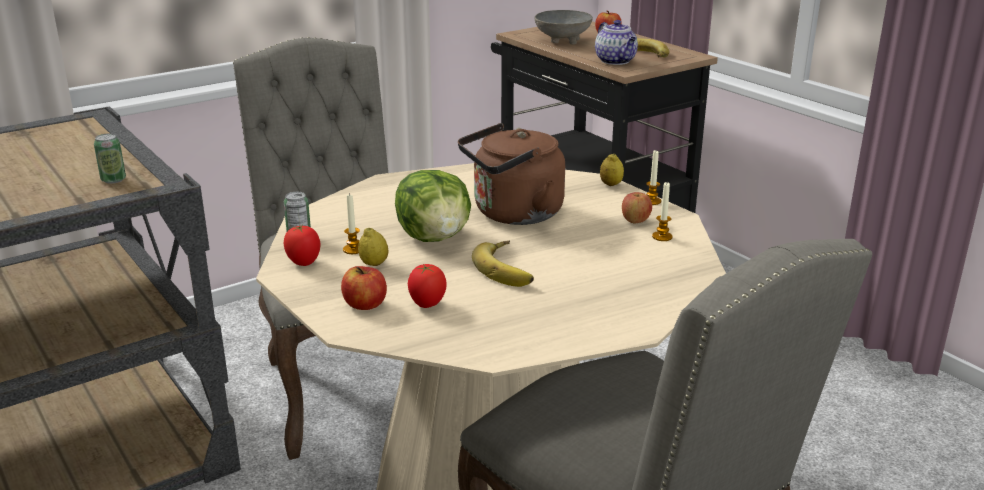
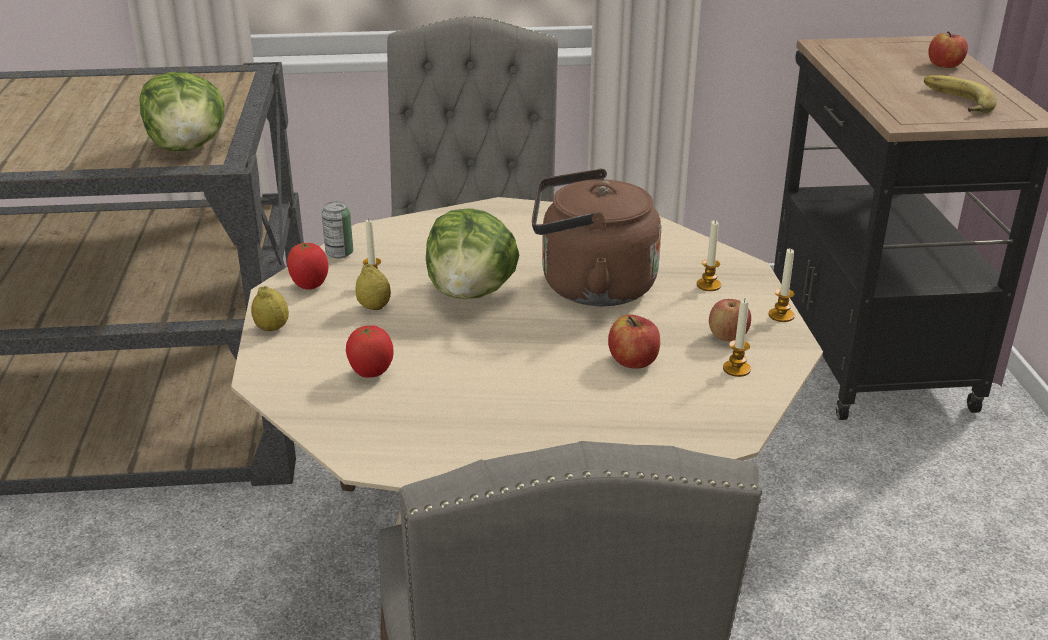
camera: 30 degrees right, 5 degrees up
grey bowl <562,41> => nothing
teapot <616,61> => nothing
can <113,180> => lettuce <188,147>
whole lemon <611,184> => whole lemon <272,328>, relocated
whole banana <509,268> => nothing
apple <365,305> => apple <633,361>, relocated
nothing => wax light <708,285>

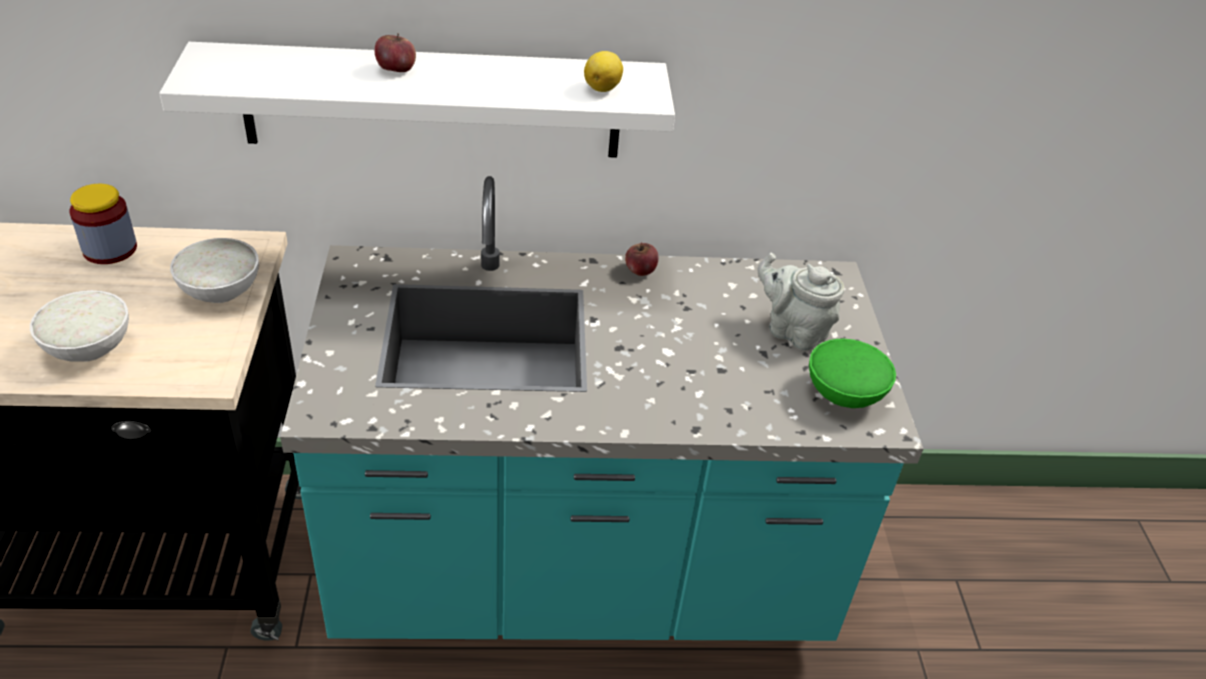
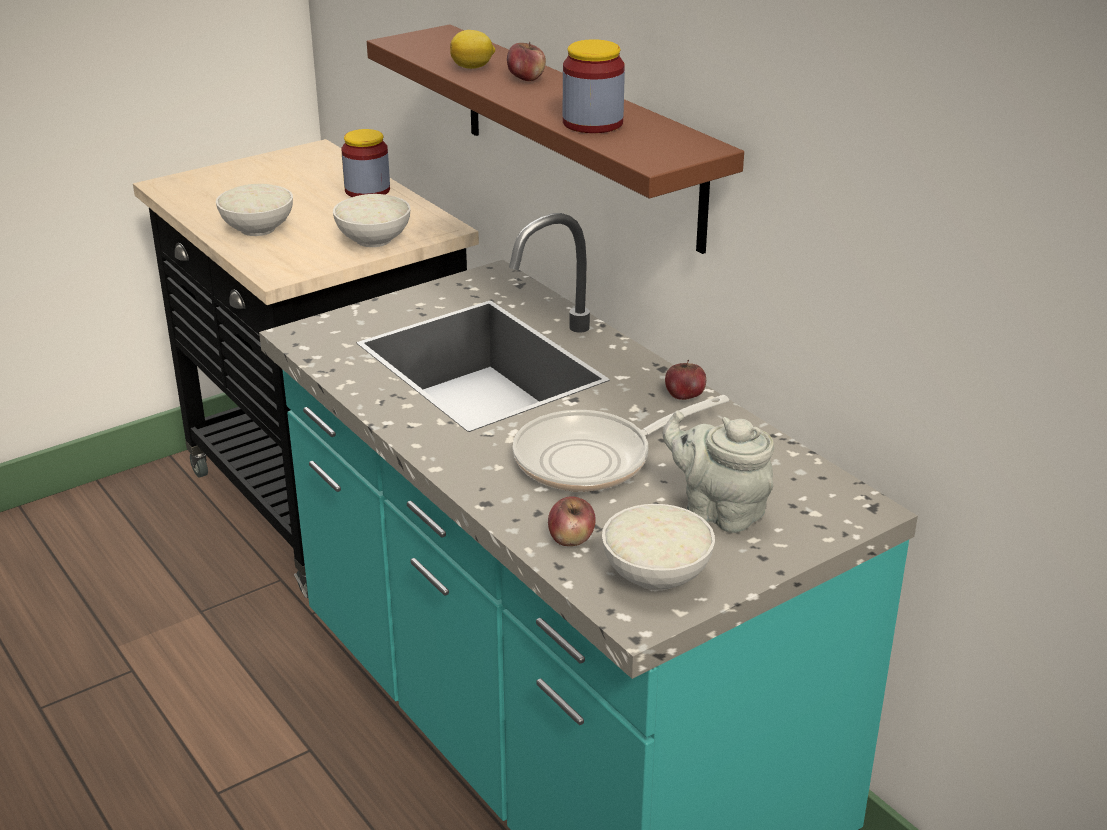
camera: 60 degrees right, 10 degrees down
whitish bracket shelf <433,102> => brown-coloured bracket shelf <579,134>
whole lemon <603,88> => whole lemon <473,67>, relocated
grey teapot <793,331> => grey teapot <718,511>, 60 degrees counterclockwise
green bowl <845,393> => whitish bowl <658,575>
nothing => preserve jar <592,123>
nothing => frying pan <594,459>
nothing => apple <571,539>

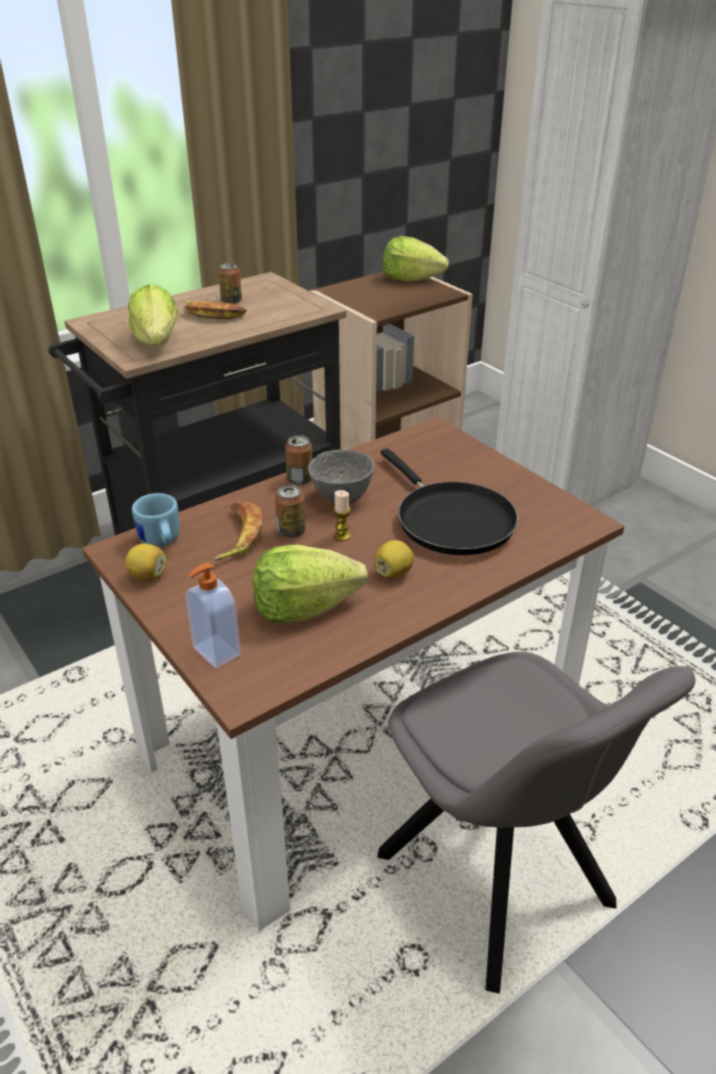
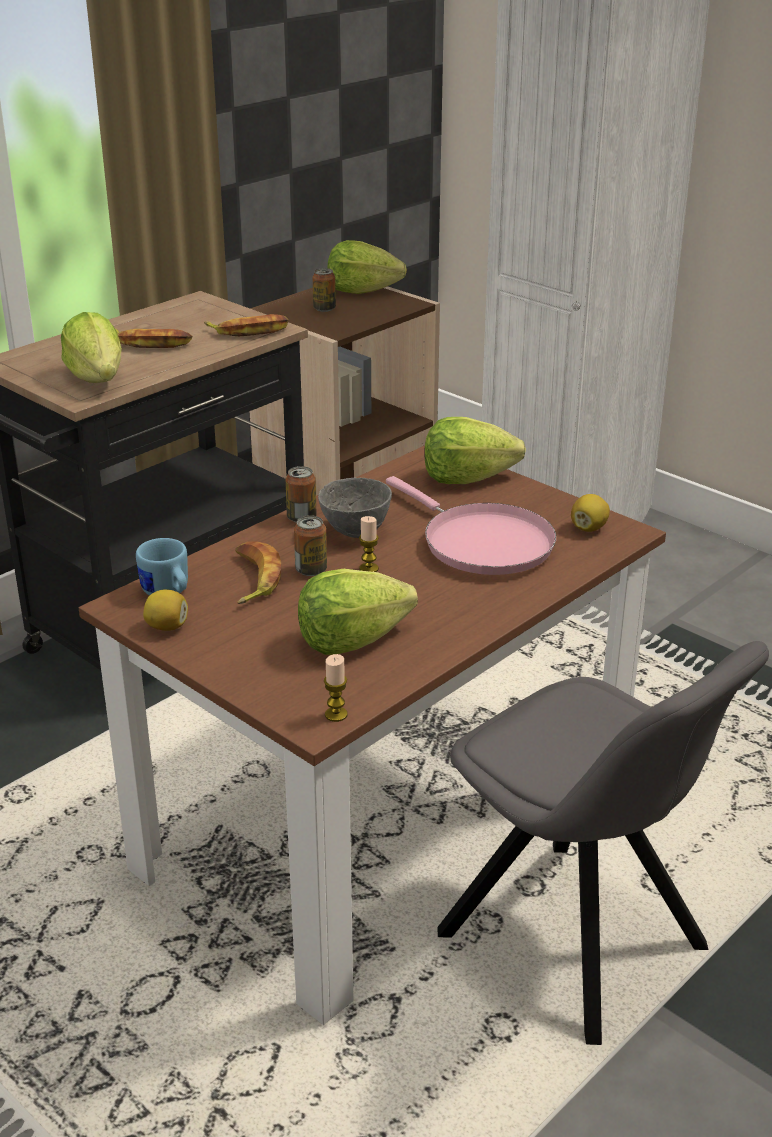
camera: 10 degrees left, 5 degrees down
can <231,301> => can <324,309>, relocated
blackish frying pan <450,520> => pink-coloured frying pan <481,543>
whole lemon <393,573> => whole lemon <588,528>, relocated
soap bottle <215,652> => nothing
nothing => whole banana <249,331>
nothing => lettuce <467,478>
nothing => wax light <336,714>

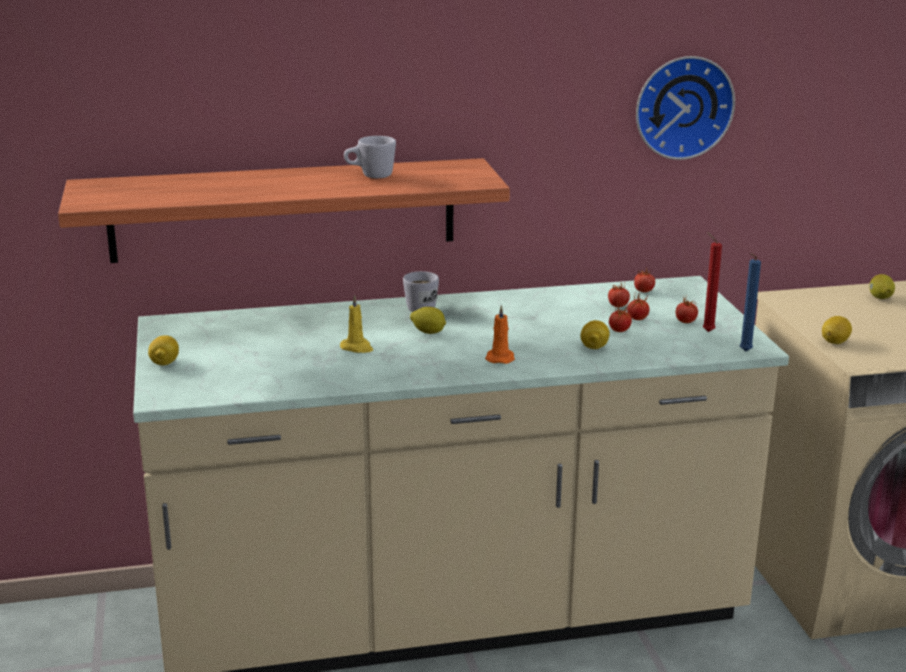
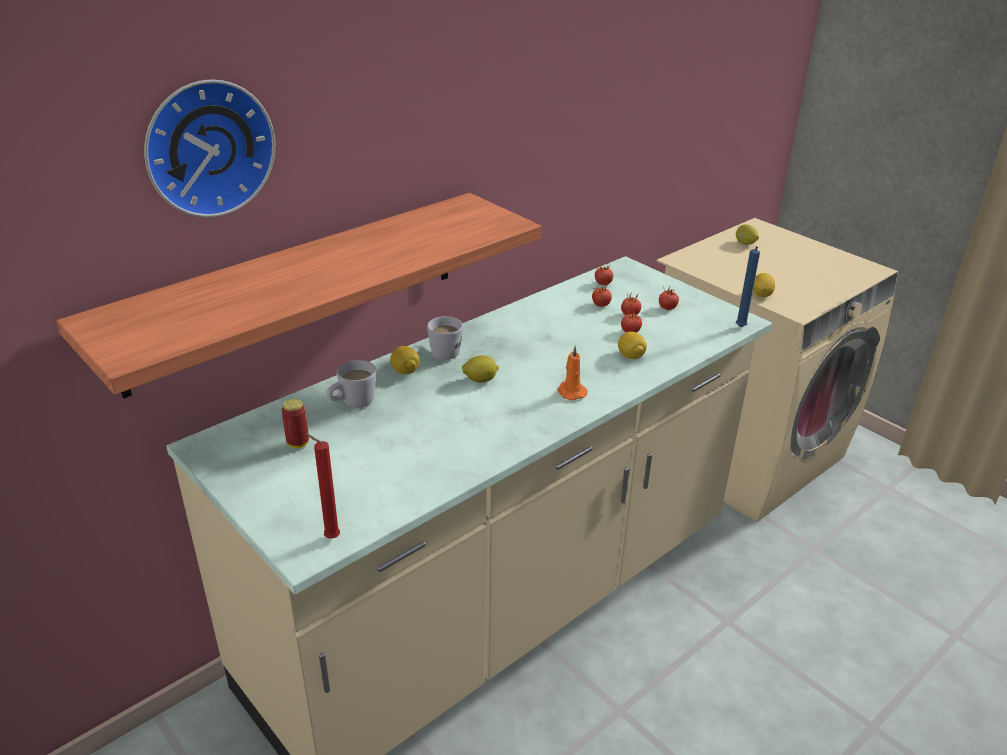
camera: 30 degrees left, 10 degrees up
clock on the wall <682,106> => clock on the wall <207,147>, relocated
whitish tea mug <370,176> => whitish tea mug <352,404>, relocated
reddish wax light <706,331> => reddish wax light <329,537>, relocated
yellow-coloured wax light <357,348> => nothing
whole lemon <164,363> => whole lemon <405,371>, relocated
nothing => can <298,443>

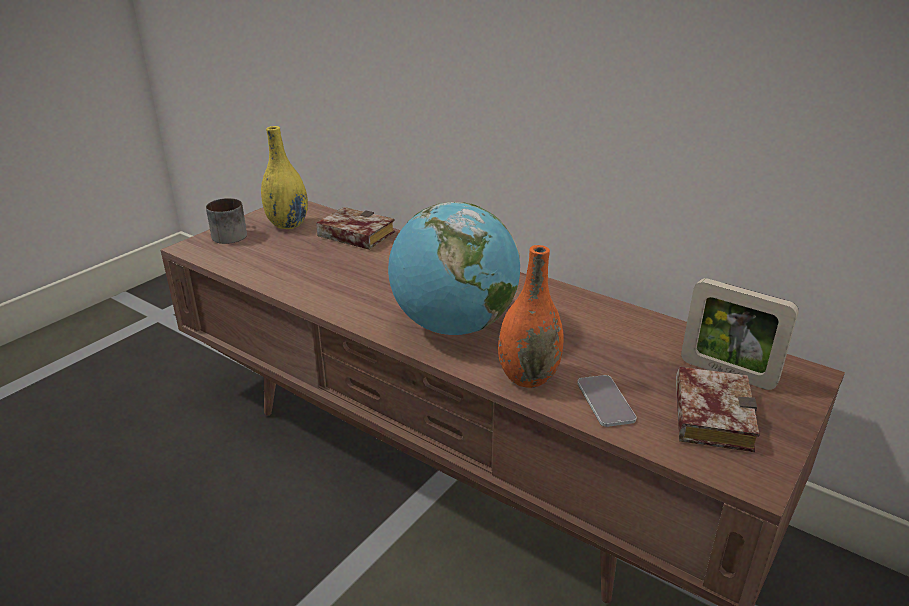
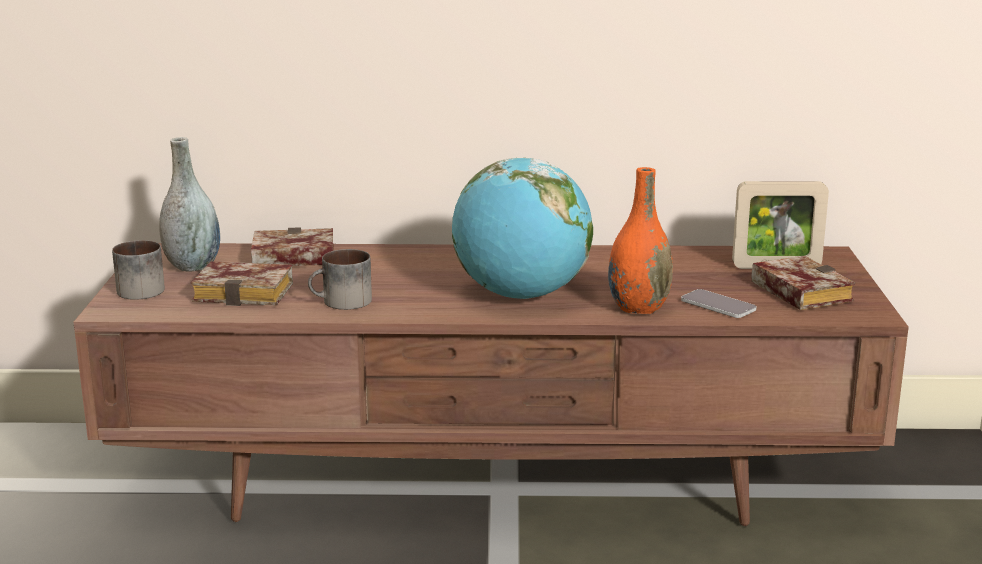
camera: 35 degrees left, 10 degrees down
yellow-coloured decorative vase <288,224> => grey decorative vase <192,266>
nothing => tea mug <341,303>
nothing => bound book <248,292>

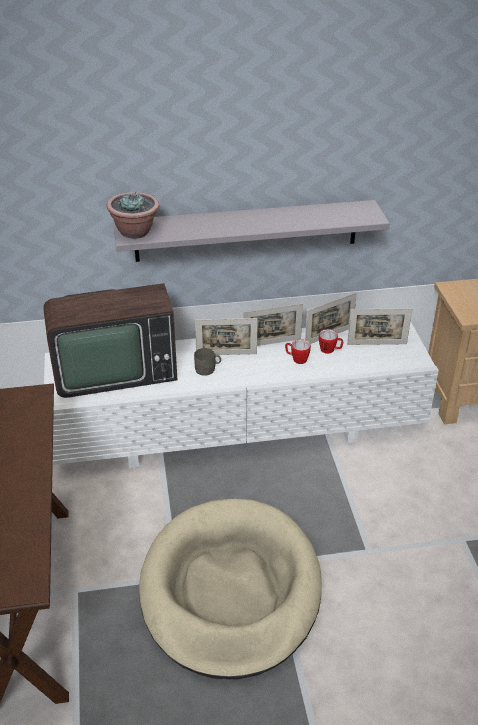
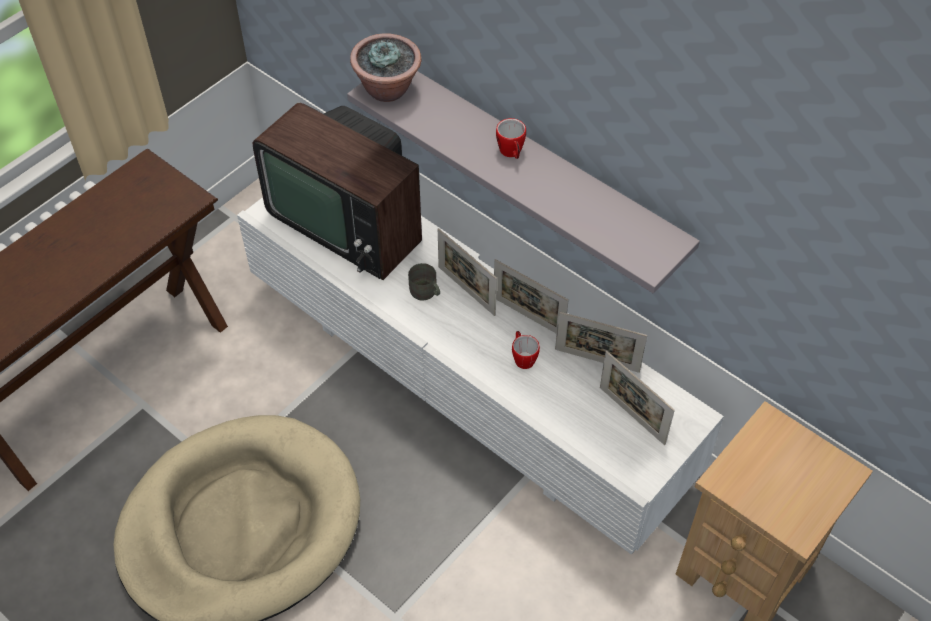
camera: 50 degrees right, 15 degrees up
tea mug <330,350> => tea mug <511,153>, relocated

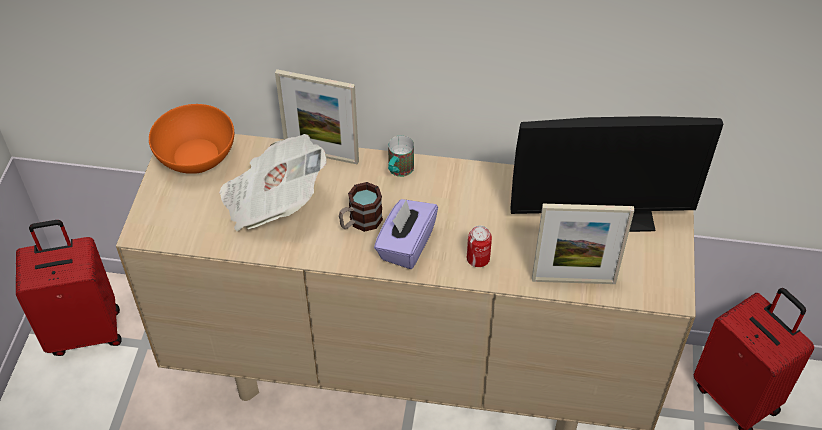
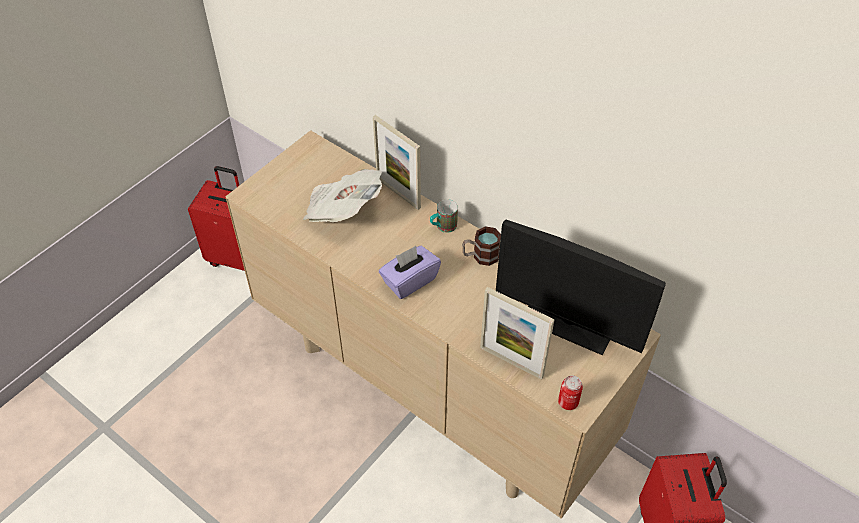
camera: 30 degrees right, 0 degrees up
orange bowl <196,156> => nothing
tea mug <360,222> => tea mug <480,256>, relocated
can <478,259> => can <568,402>, relocated

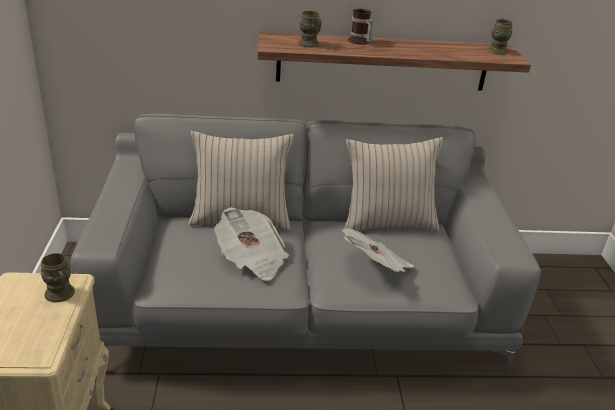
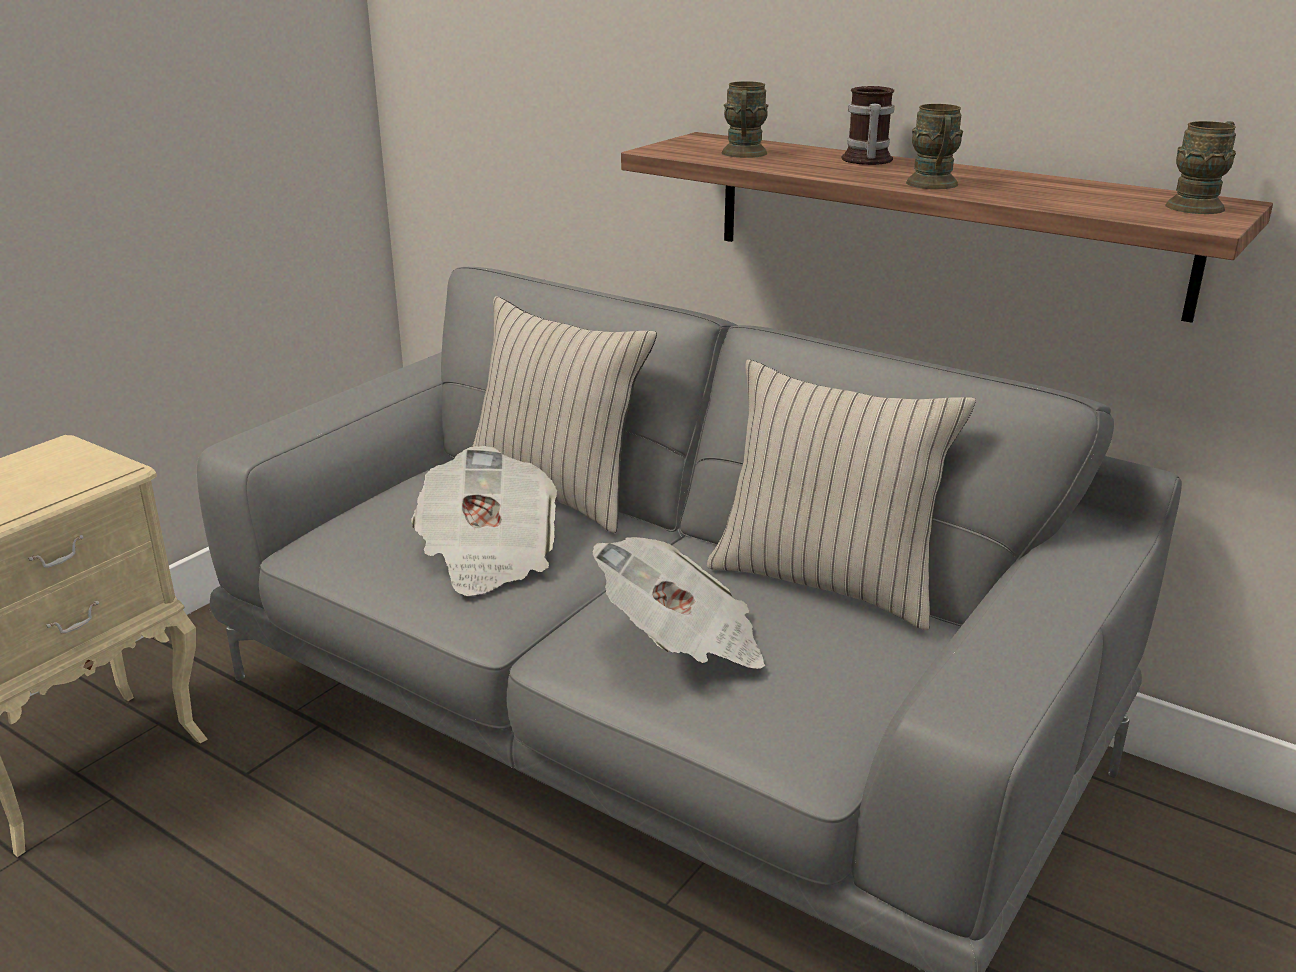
camera: 40 degrees right, 5 degrees down
brown-coloured tea mug <61,296> => brown-coloured tea mug <933,185>, relocated

